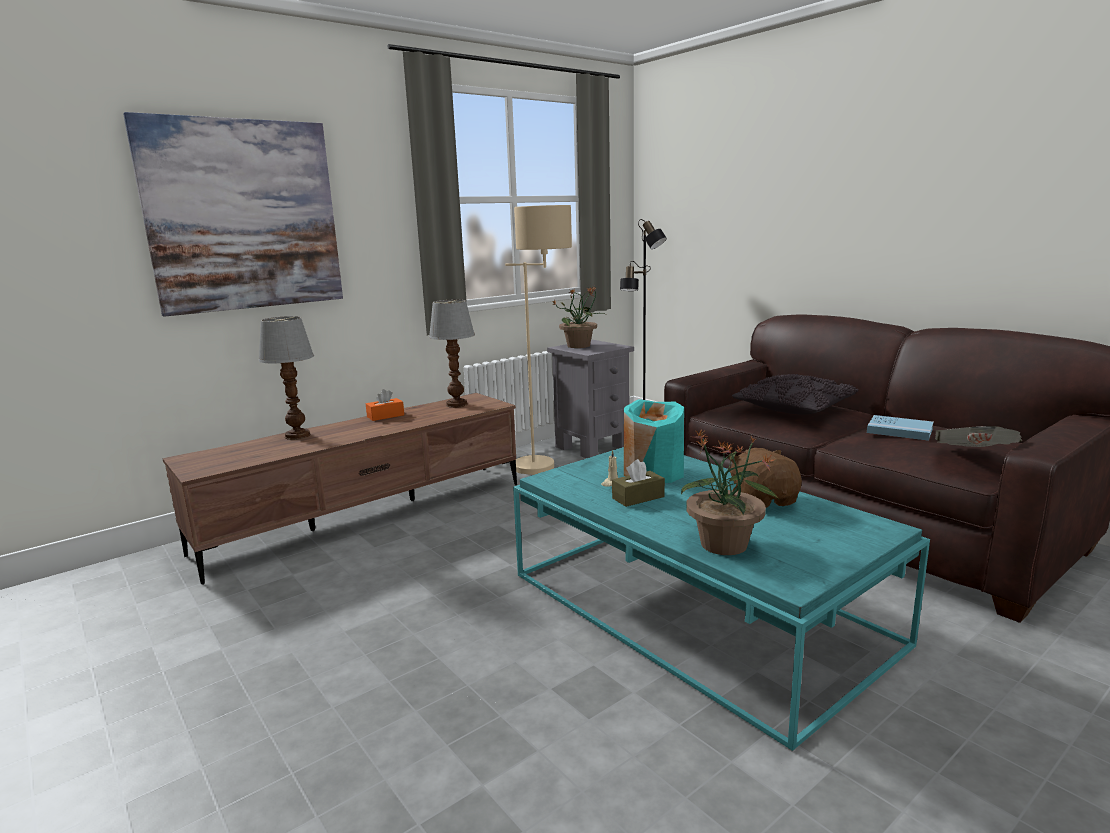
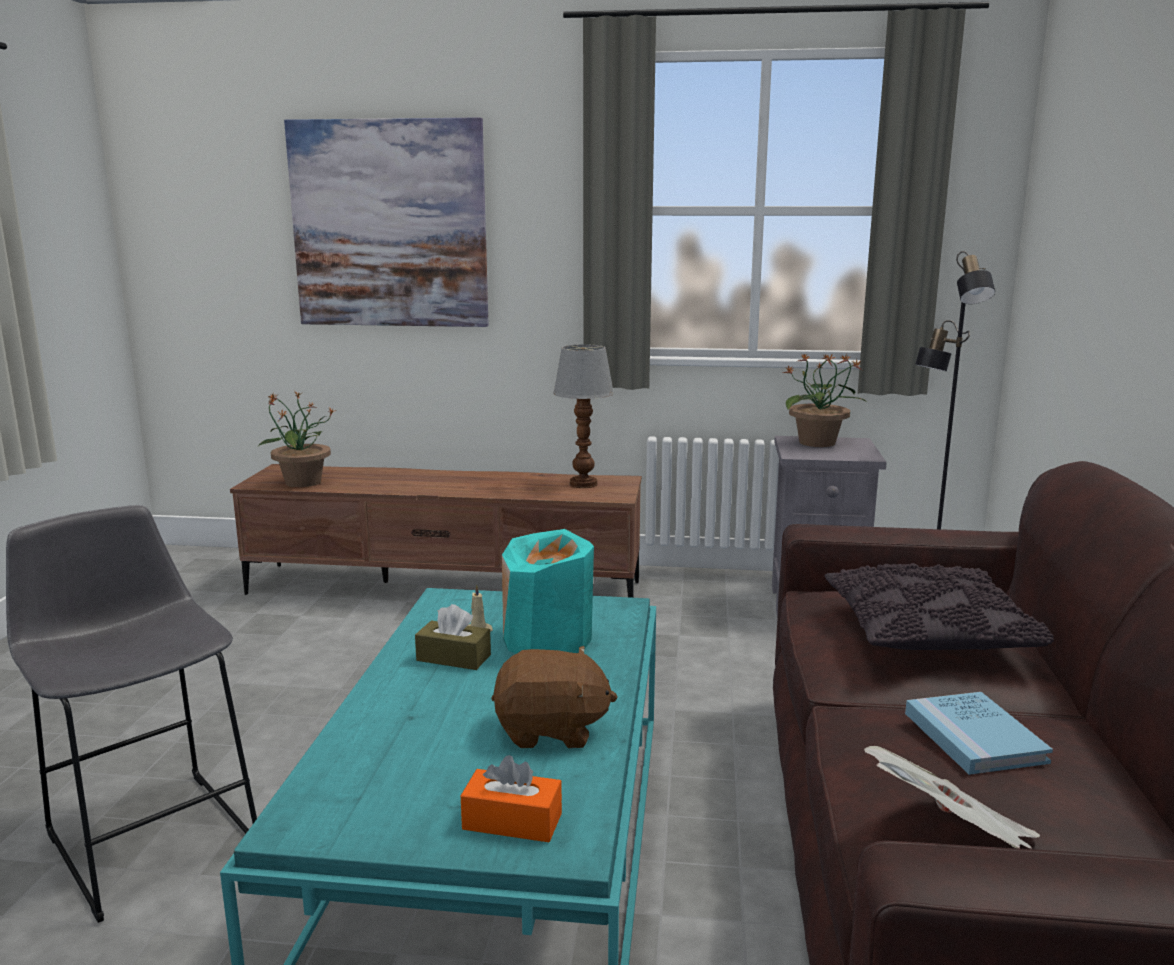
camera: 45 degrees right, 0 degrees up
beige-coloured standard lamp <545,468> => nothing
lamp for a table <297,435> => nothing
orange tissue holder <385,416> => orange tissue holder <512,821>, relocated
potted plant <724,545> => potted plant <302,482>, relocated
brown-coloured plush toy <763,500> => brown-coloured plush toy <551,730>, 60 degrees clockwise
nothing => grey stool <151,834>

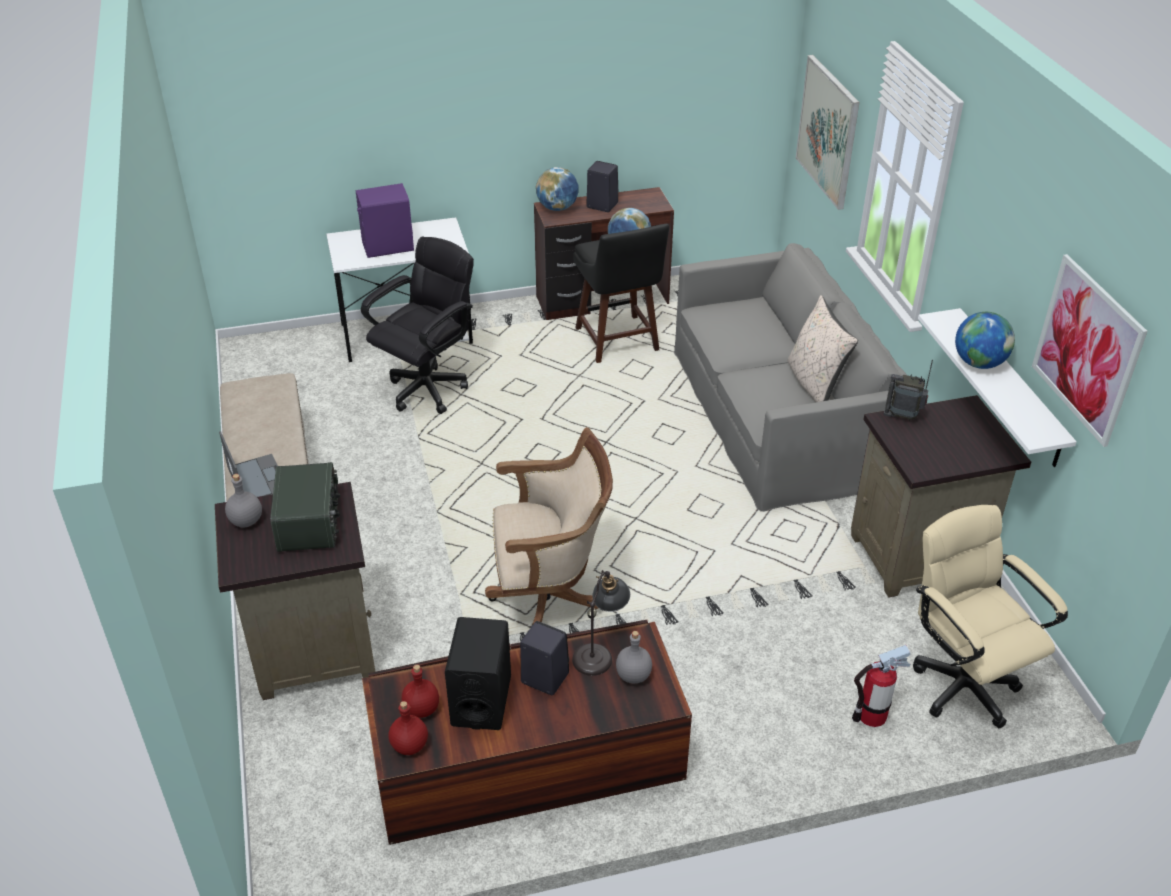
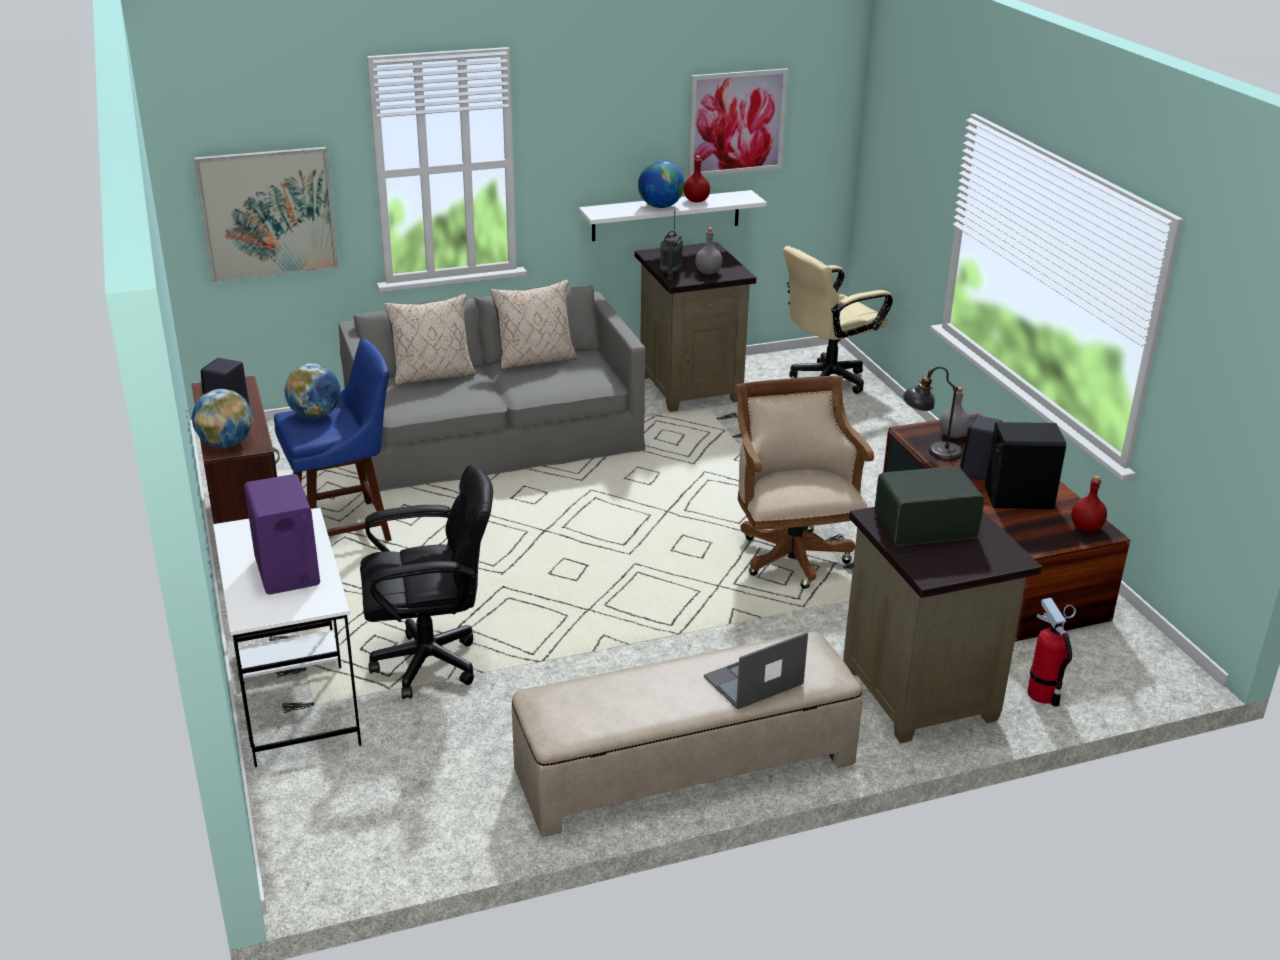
camera: 95 degrees left, 10 degrees down
blackish stool <618,341> => blue-coloured stool <346,528>
blackish computer chair <429,388> => blackish computer chair <433,663>, 135 degrees clockwise
grey bottle <246,521> => grey bottle <708,272>, relocated
fire-fighting cylinder <872,715> => fire-fighting cylinder <1043,694>, relocated
reddish bottle <422,709> => reddish bottle <696,200>, relocated
nothing => beige-coloured throw pillow <433,375>

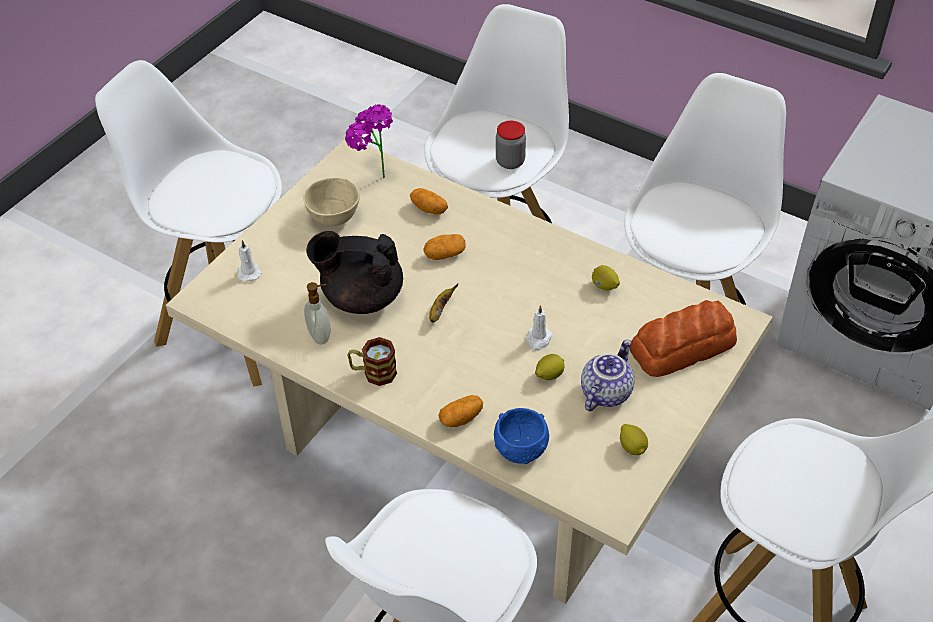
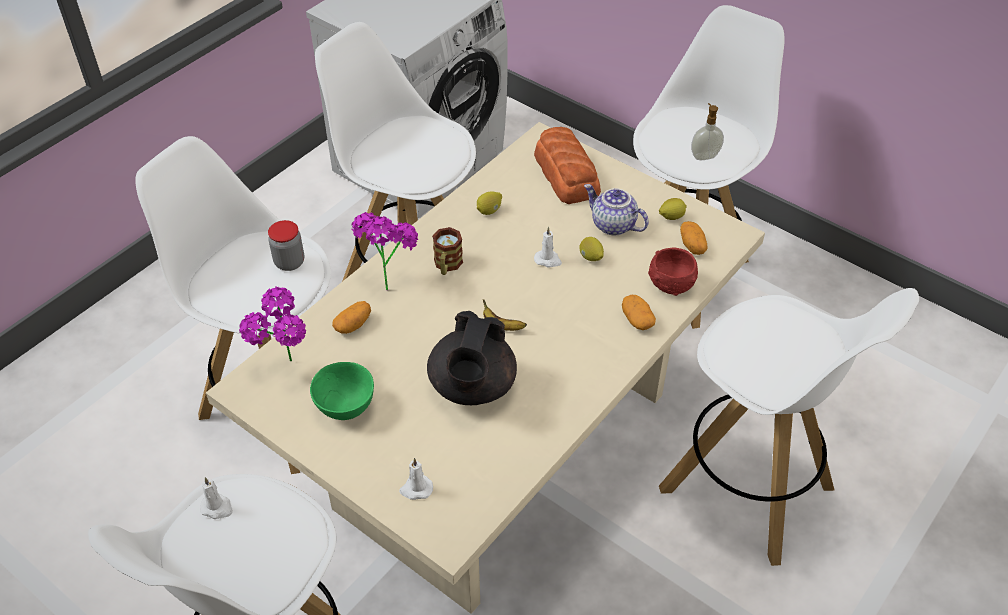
camera: 85 degrees left, 0 degrees up
beige-coloured bowl <333,218> => green bowl <345,408>
spud <444,254> => spud <692,245>, relocated
soap bottle <320,335> => soap bottle <704,156>, relocated
tea mug <373,373> => tea mug <447,265>, relocated
blue-coloured bowl <520,448> => reddish bowl <671,283>
nothing => potted plant <387,281>
nothing => whitish wax light <217,508>

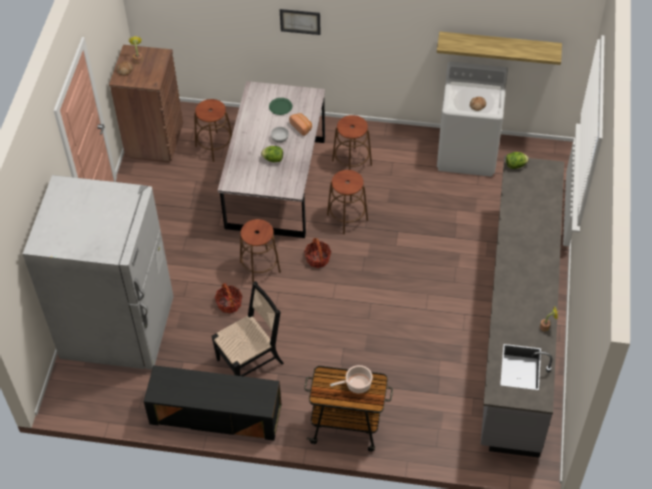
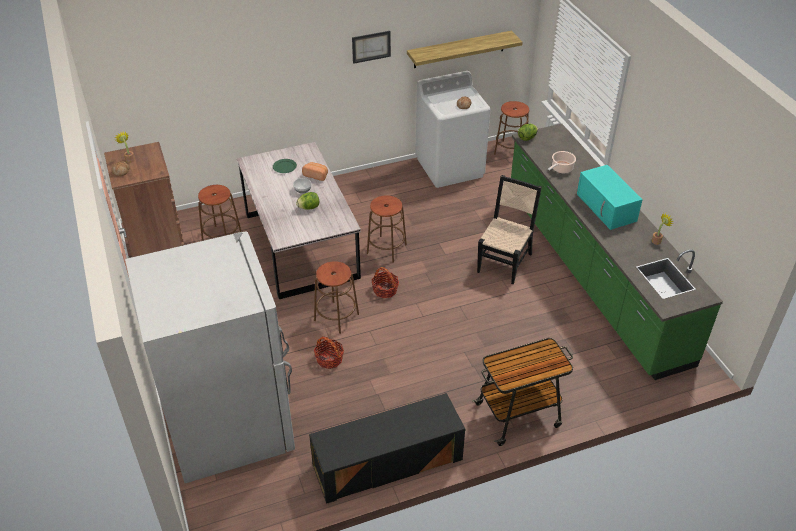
camera: 30 degrees left, 10 degrees down
wall art <300,21> => wall art <371,46>, relocated
brown-coloured stool <352,163> => brown-coloured stool <510,150>, relocated
grey counter <516,324> => green counter <592,274>
chair <250,361> => chair <504,263>, relocated
cooking pot <357,384> => cooking pot <561,169>, relocated
nothing => turquoise microwave <607,208>

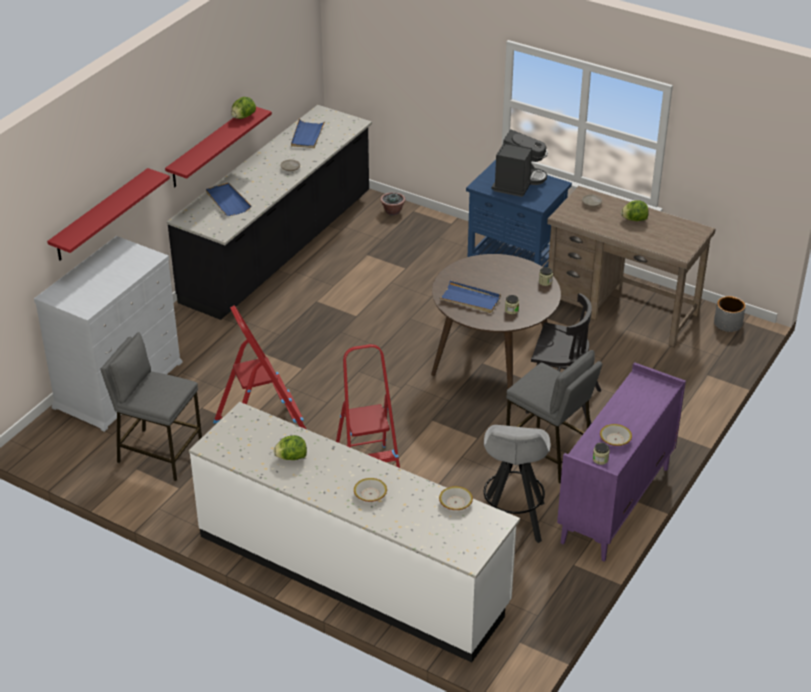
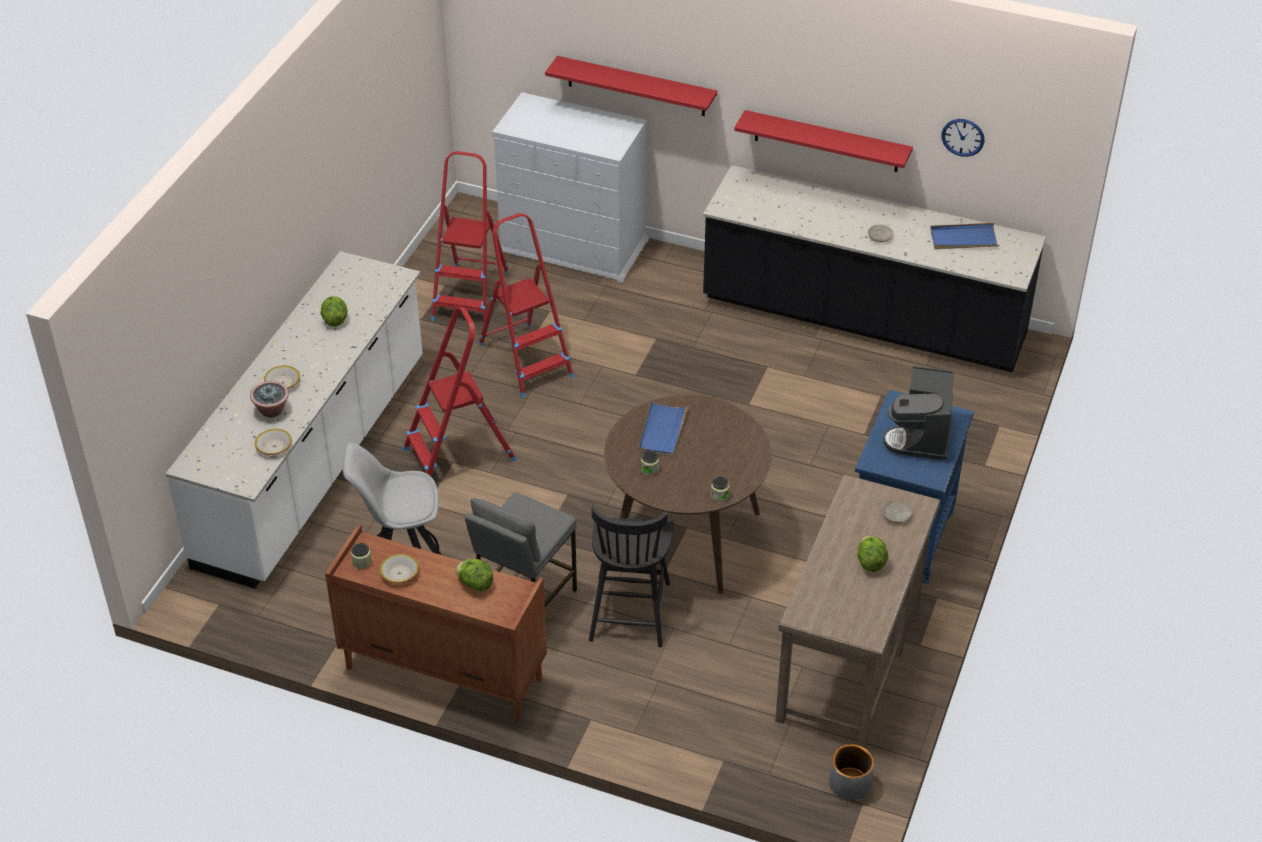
camera: 80 degrees right, 5 degrees up
lettuce <243,117> => lettuce <475,584>, relocated
coffee machine <517,182> => coffee machine <921,437>, 90 degrees clockwise
blue-coloured tray <227,201> => nothing
potted plant <392,211> => potted plant <272,410>, relocated
grey stool <159,454> => reddish stepladder <470,296>
purple-coloured cabinet <615,505> => brown-coloured cabinet <443,673>
nothing => clock on the wall <963,137>

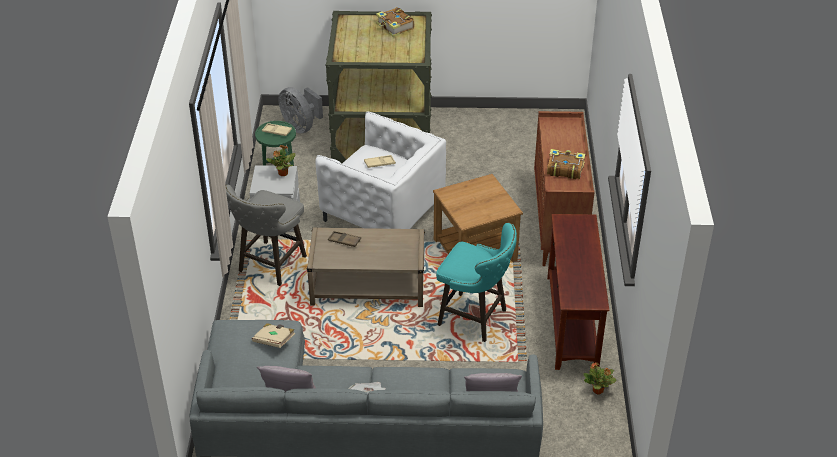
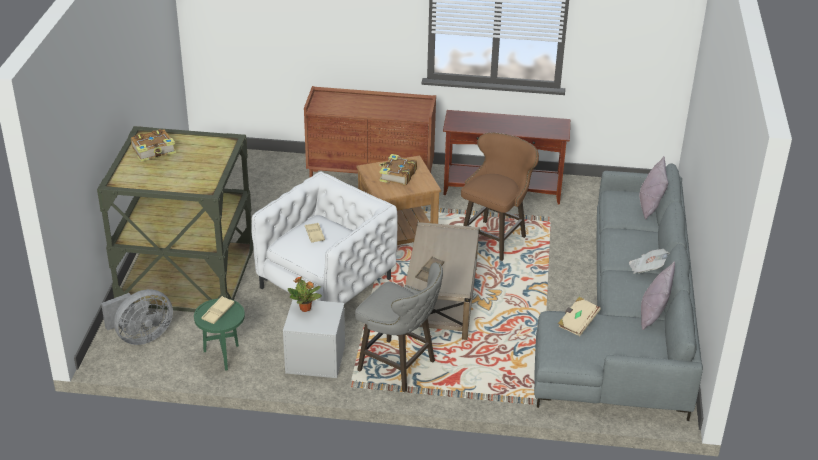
camera: 85 degrees left, 5 degrees down
bound book <564,169> => bound book <397,175>, relocated
turquoise stool <475,319> => brown-coloured stool <494,239>
potted plant <598,390> => nothing

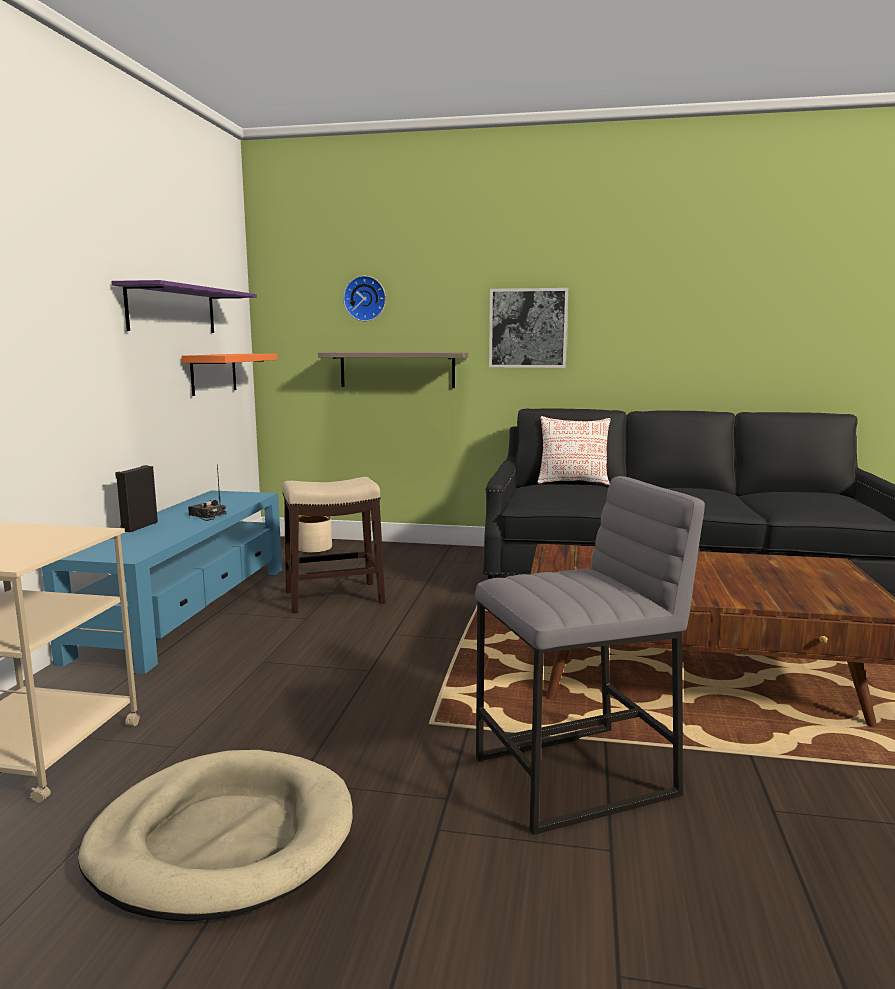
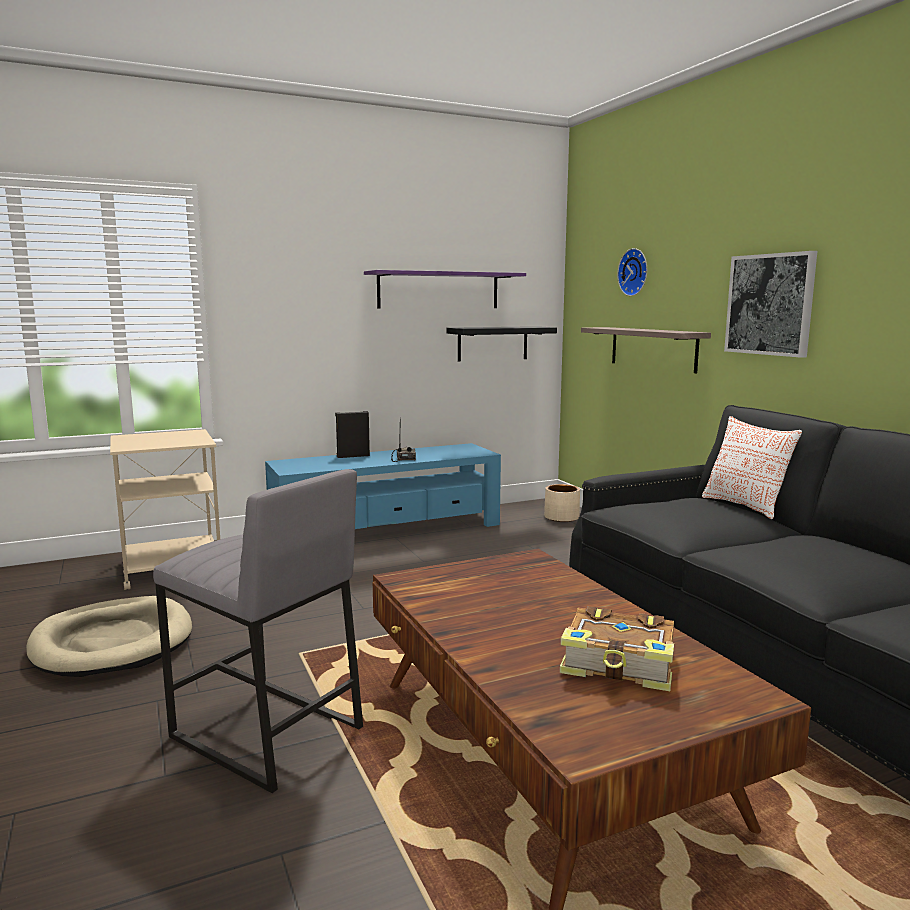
camera: 55 degrees right, 0 degrees up
orange bracket shelf <213,373> => blackish bracket shelf <492,343>
stool <335,597> => nothing
nothing => bound book <620,665>

